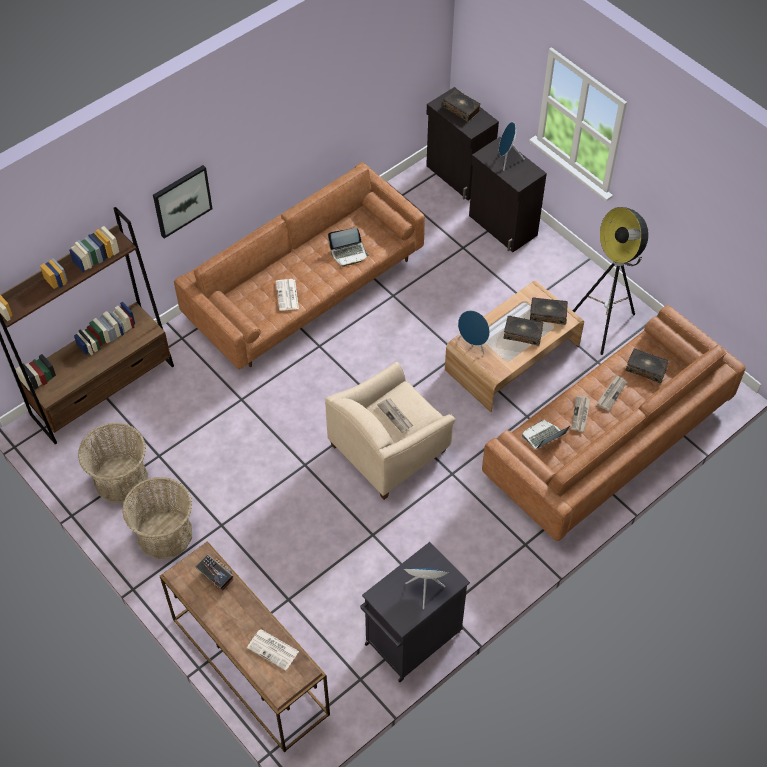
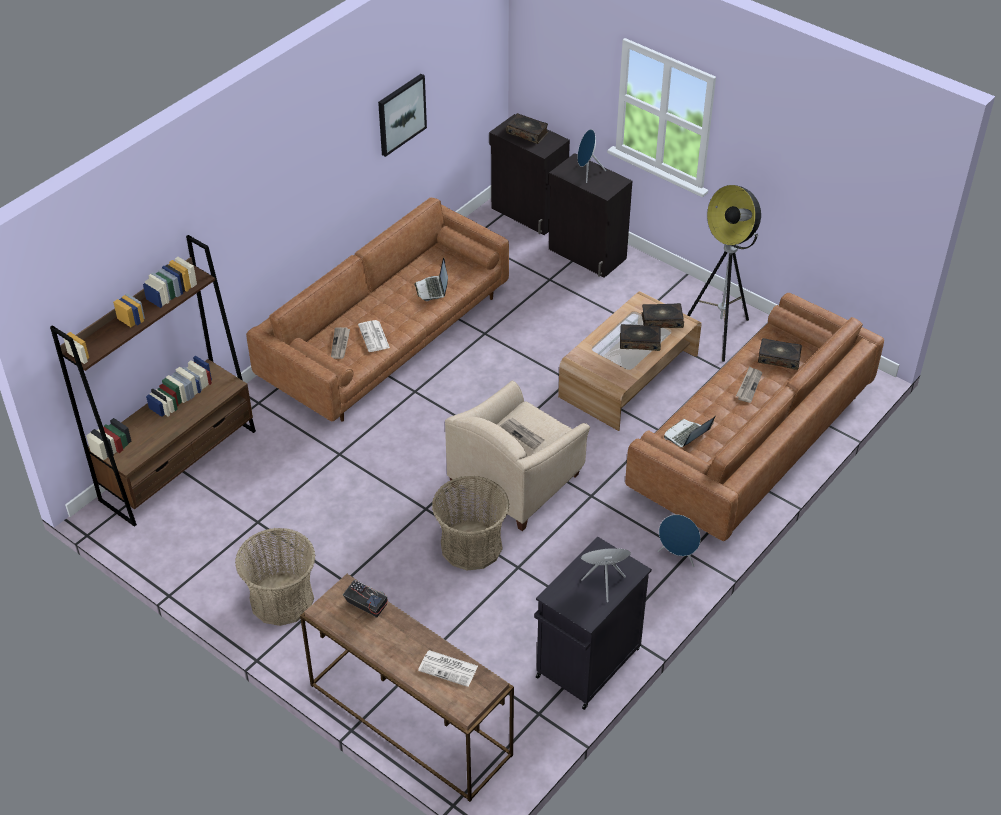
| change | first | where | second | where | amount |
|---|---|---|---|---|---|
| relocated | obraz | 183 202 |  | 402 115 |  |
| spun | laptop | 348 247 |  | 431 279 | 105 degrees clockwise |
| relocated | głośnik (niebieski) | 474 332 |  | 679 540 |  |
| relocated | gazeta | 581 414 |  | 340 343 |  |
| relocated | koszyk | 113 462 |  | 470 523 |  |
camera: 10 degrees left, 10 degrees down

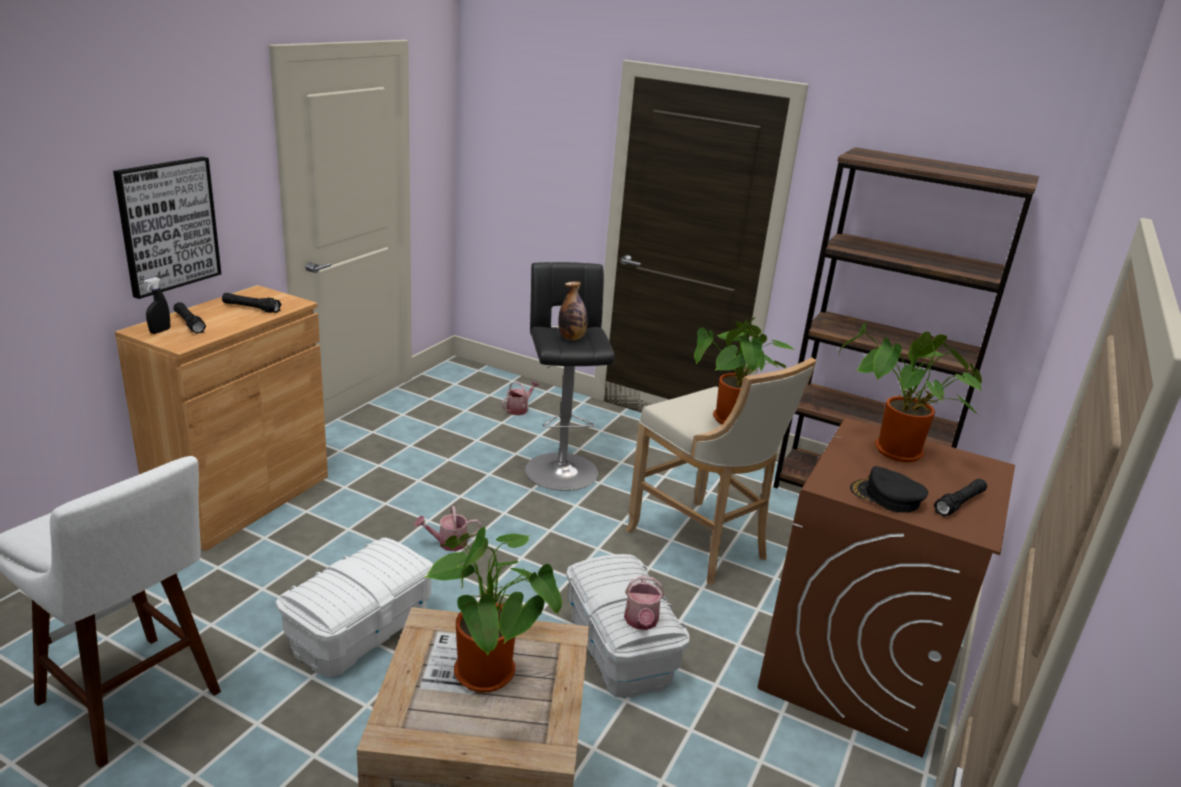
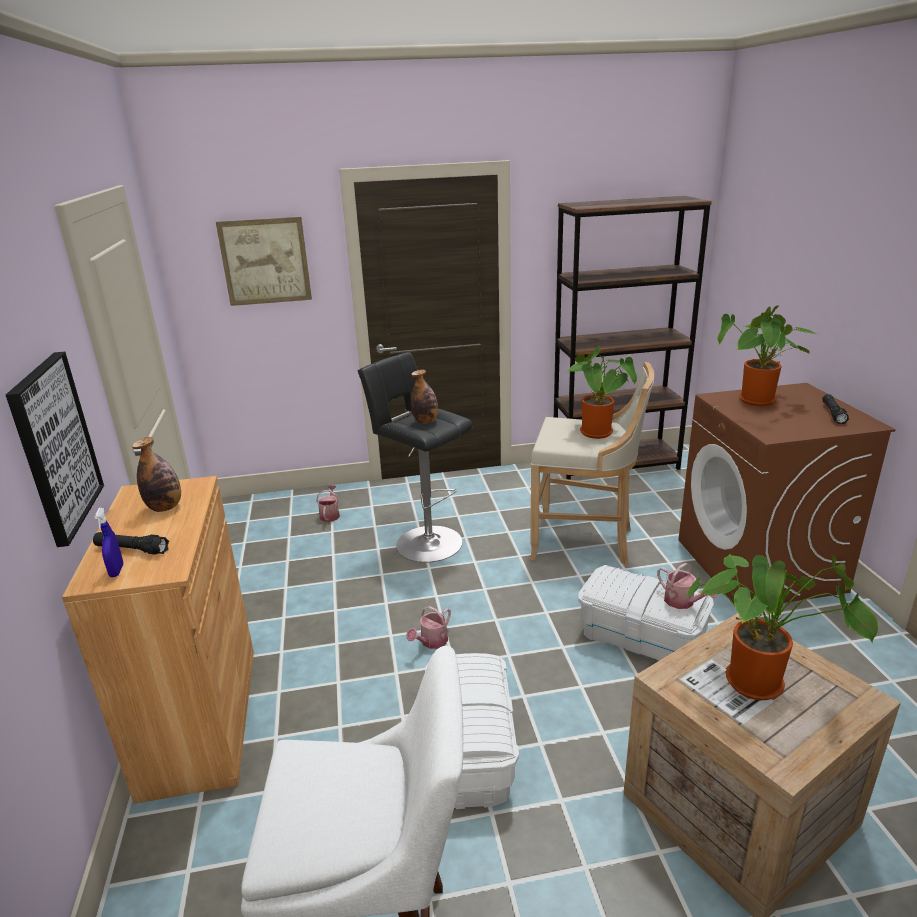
| change | first | where | second | where | amount |
|---|---|---|---|---|---|
| colour | spryskiwacz (czarny) | 157 305 | spryskiwacz (niebieski) | 108 542 |  |
| exchanged | latarka (czarny) | 252 303 | butelka | 156 474 |  |
| missing | czapka z daszkiem (czarny) | 889 489 |  |  |  |
| appeared |  |  | obraz | 264 261 |  |
camera: 35 degrees left, 0 degrees up

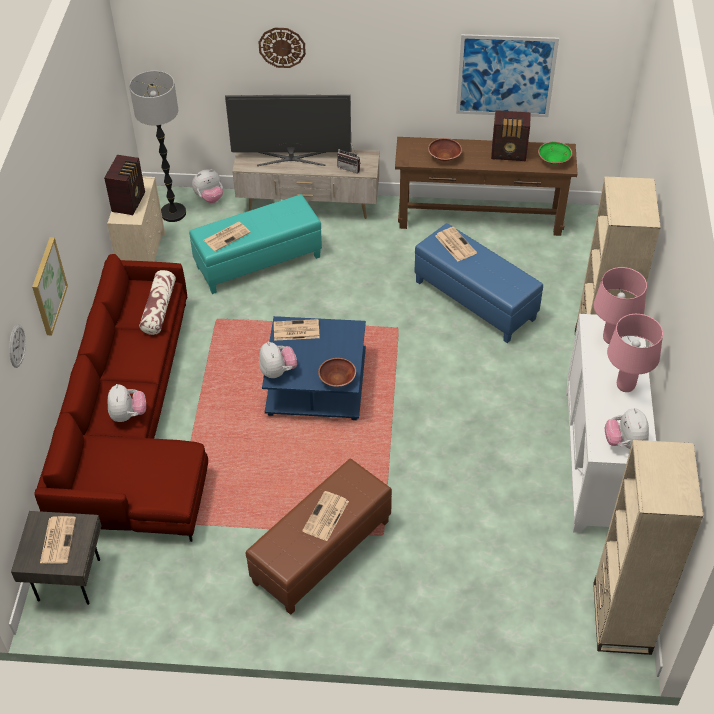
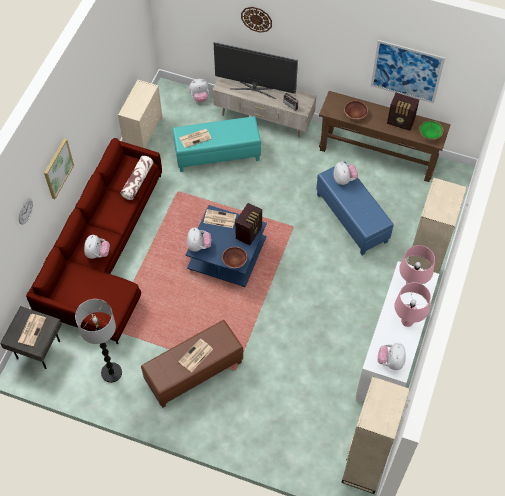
| change | first | where | second | where | amount |
|---|---|---|---|---|---|
| relocated | lampa stojąca | 157 146 |  | 98 341 |  |
| relocated | radio | 124 185 |  | 248 224 |  |
| exchanged | gazeta | 456 244 | pluszak | 346 173 |  |
camera: 15 degrees right, 10 degrees up

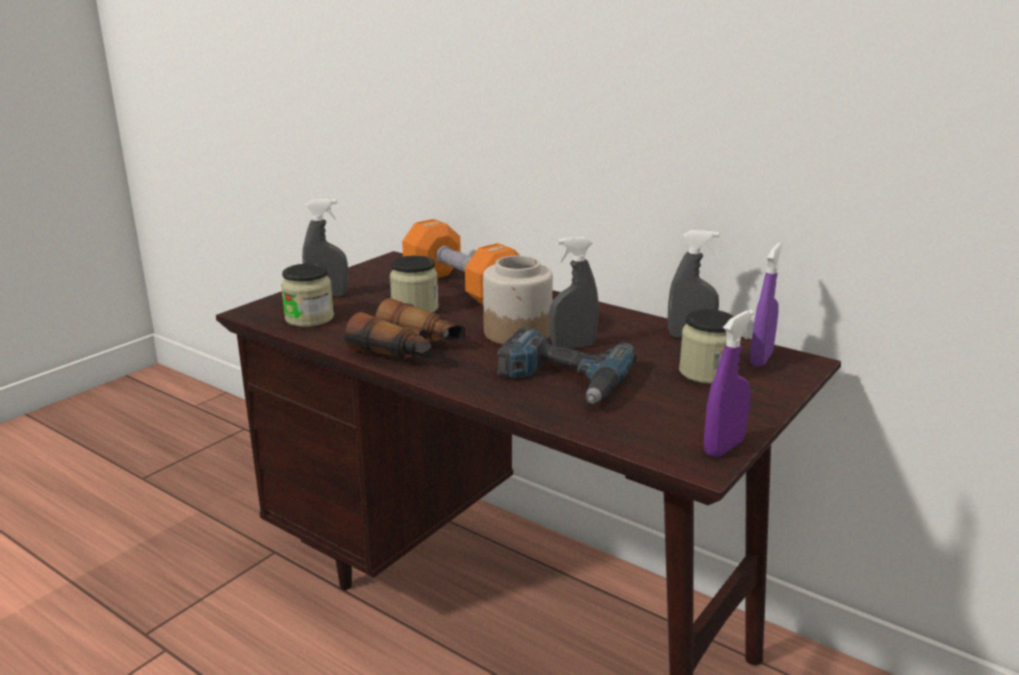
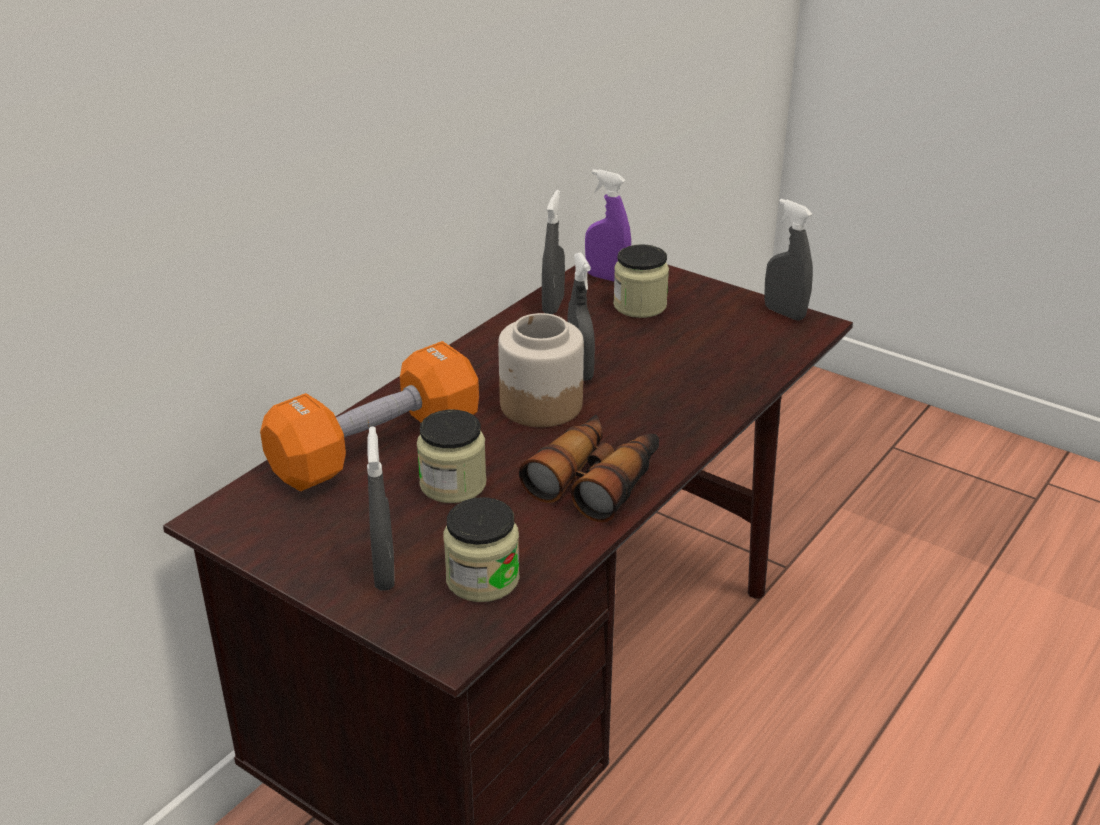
| change | first | where | second | where | amount |
|---|---|---|---|---|---|
| colour | spryskiwacz (fioletowy) | 729 383 | spryskiwacz (szary) | 788 260 |  |
| missing | wiertarka | 567 366 |  |  |  |
camera: 90 degrees left, 10 degrees up

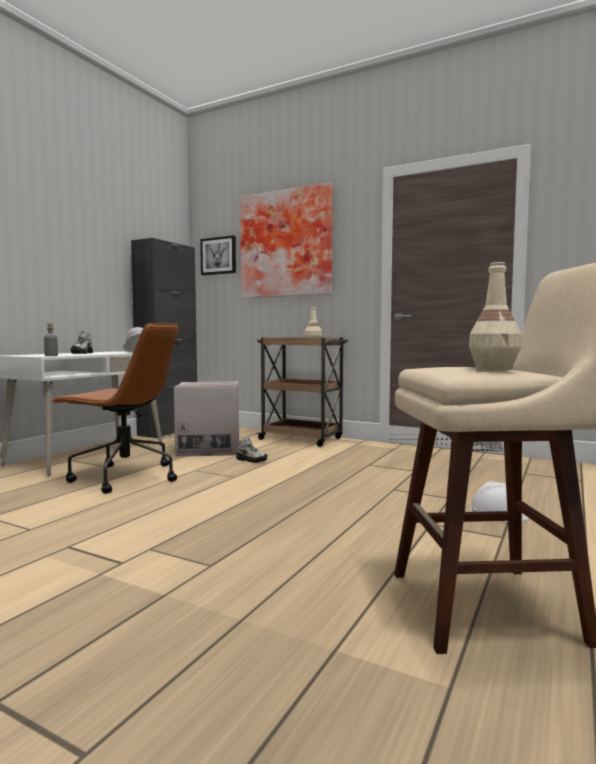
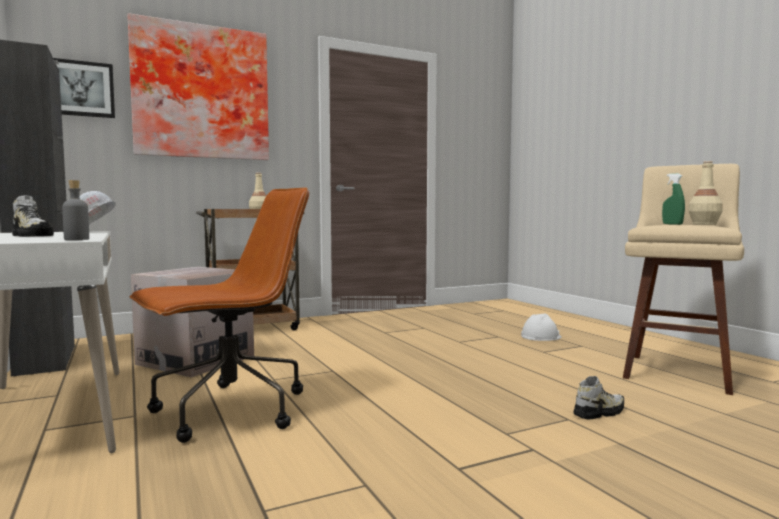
| change | first | where | second | where | amount |
|---|---|---|---|---|---|
| relocated | but | 251 450 |  | 598 397 |  |
| appeared |  |  | spryskiwacz (zielony) | 673 199 |  |
camera: 55 degrees left, 0 degrees up

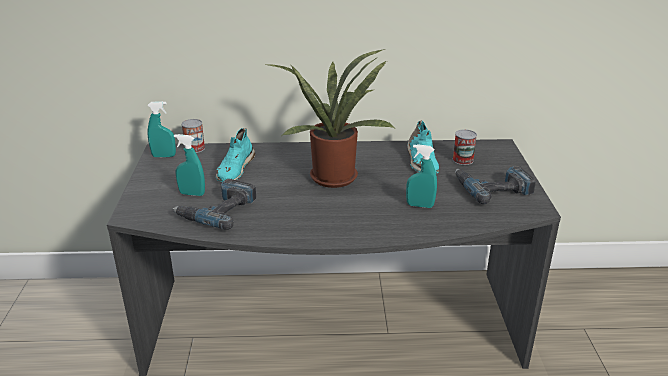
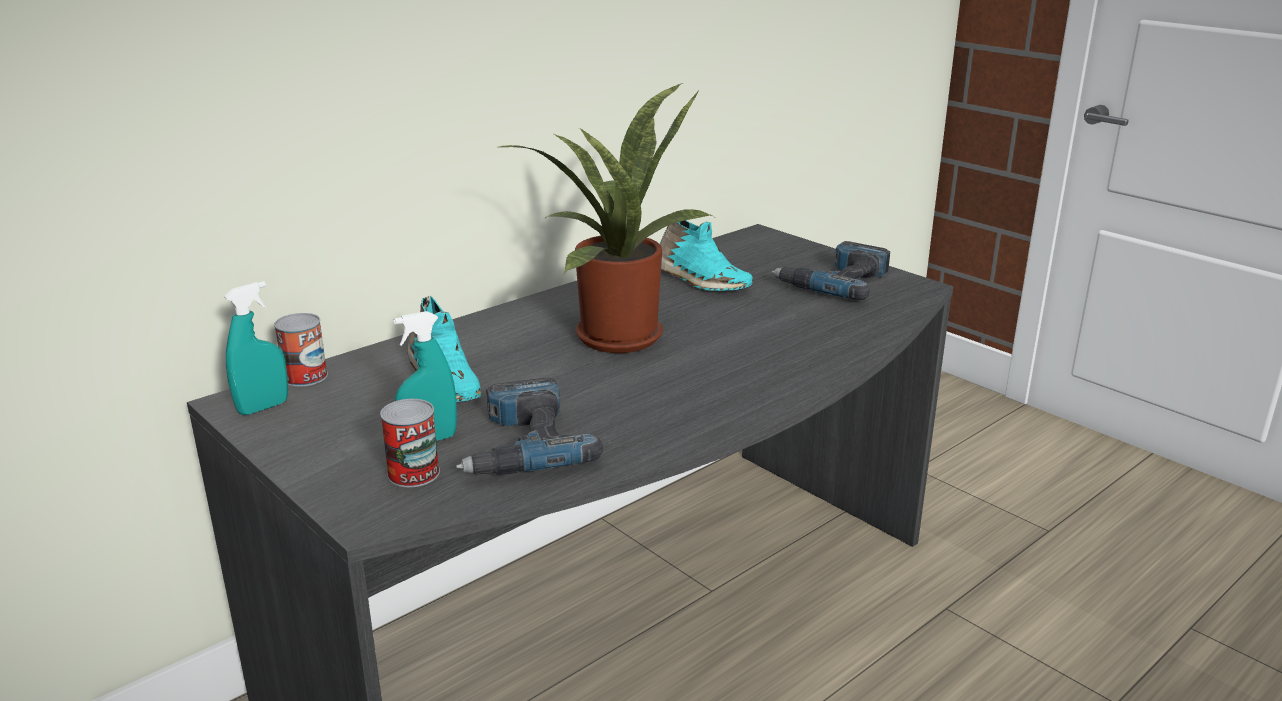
| change | first | where | second | where | amount |
|---|---|---|---|---|---|
| relocated | puszka | 465 147 |  | 410 443 |  |
| missing | spryskiwacz (turkusowy) | 421 176 |  |  |  |
camera: 40 degrees left, 5 degrees down

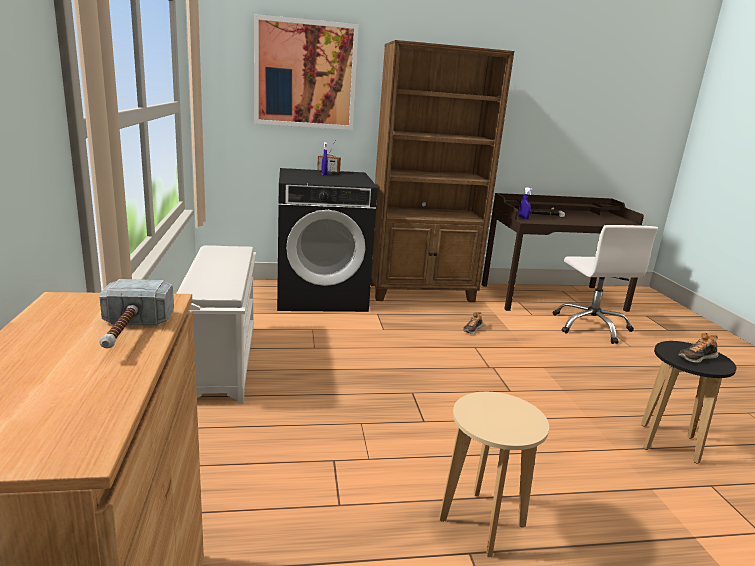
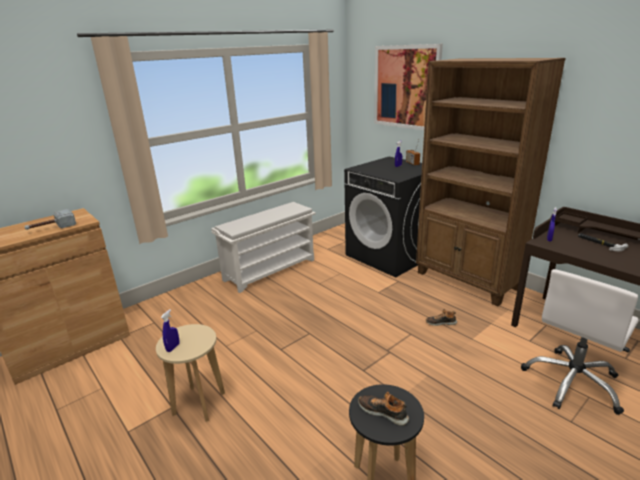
| change | first | where | second | where | amount |
|---|---|---|---|---|---|
| appeared |  |  | spryskiwacz (niebieski) | 170 330 |  |
camera: 60 degrees right, 5 degrees up

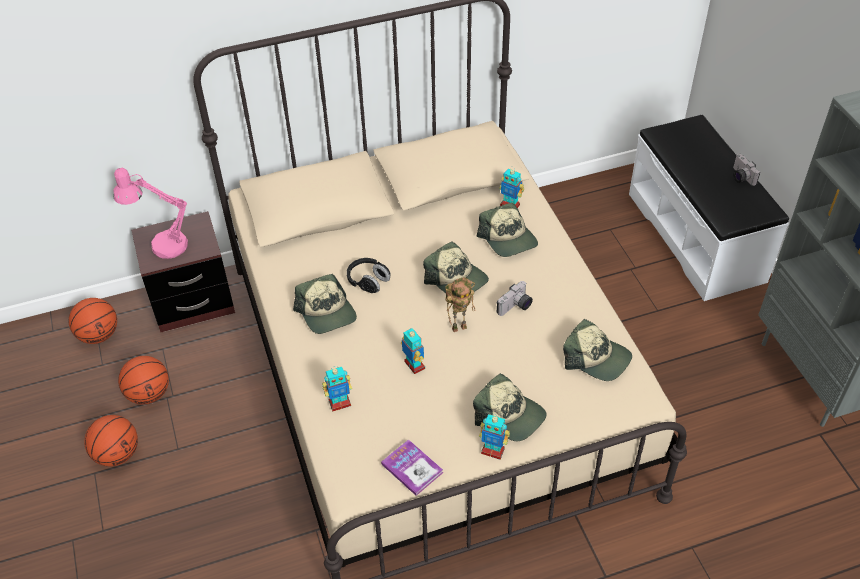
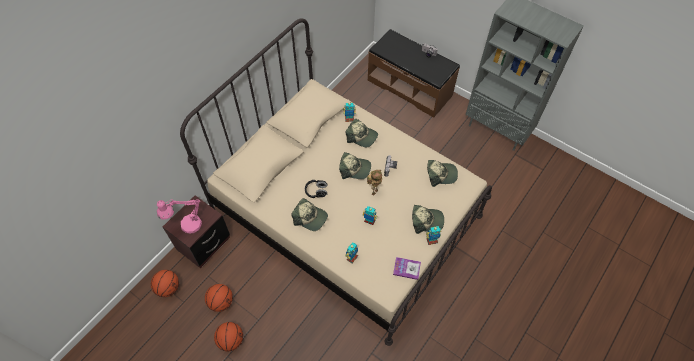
| change | first | where | second | where | amount |
|---|---|---|---|---|---|
| colour | ławka (biały) | 709 208 | ławka (brązowy) | 414 73 |  |
camera: 35 degrees left, 10 degrees up

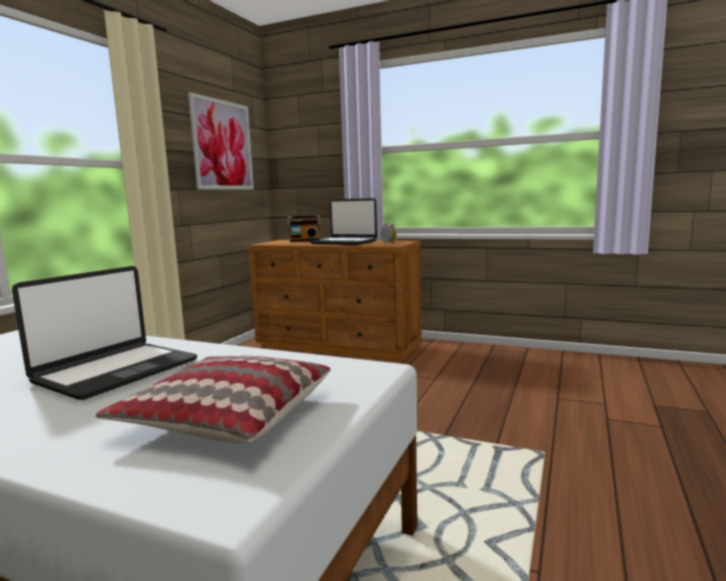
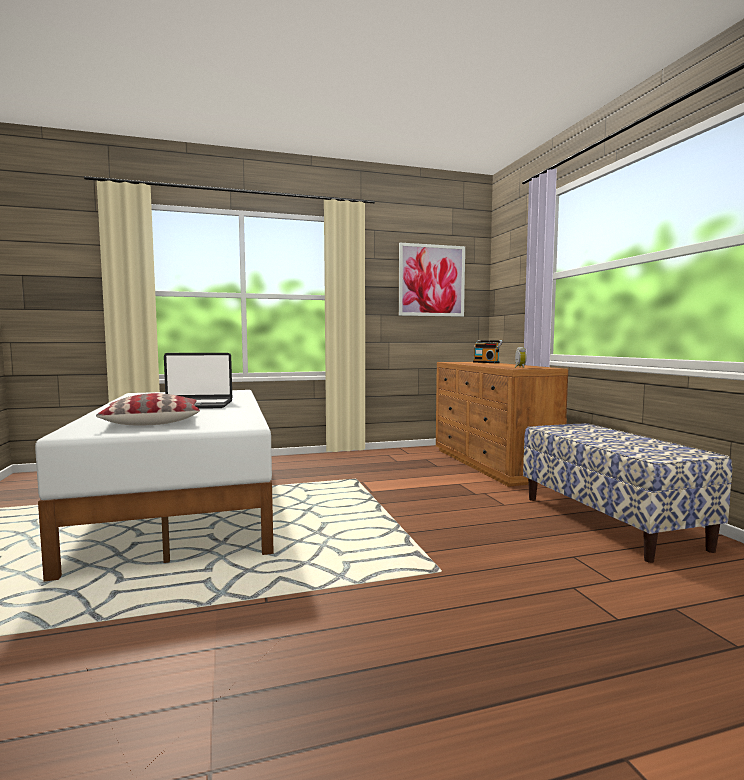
| change | first | where | second | where | amount |
|---|---|---|---|---|---|
| missing | laptop | 343 221 |  |  |  |
| appeared |  |  | ławka | 627 493 |  |
camera: 50 degrees right, 5 degrees down

